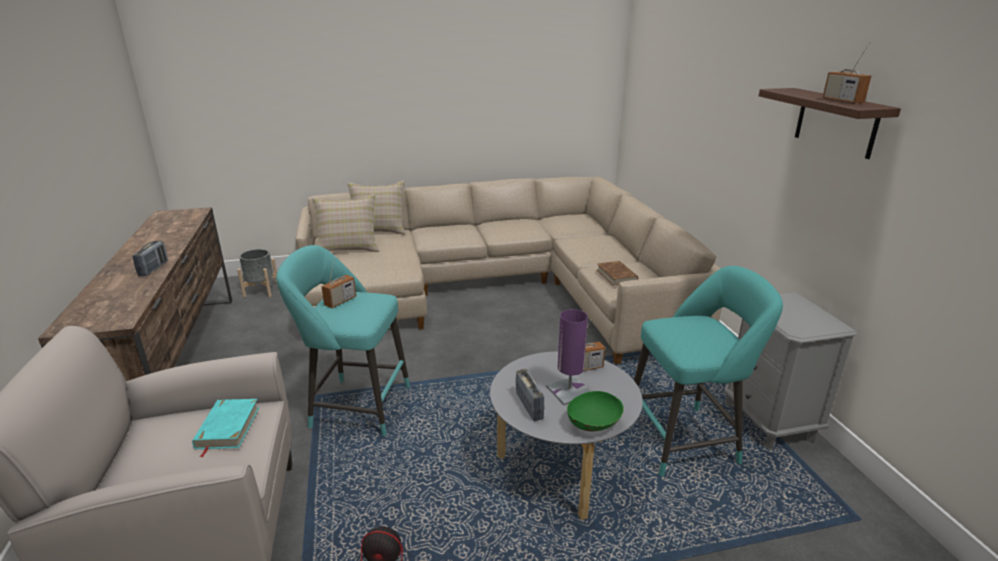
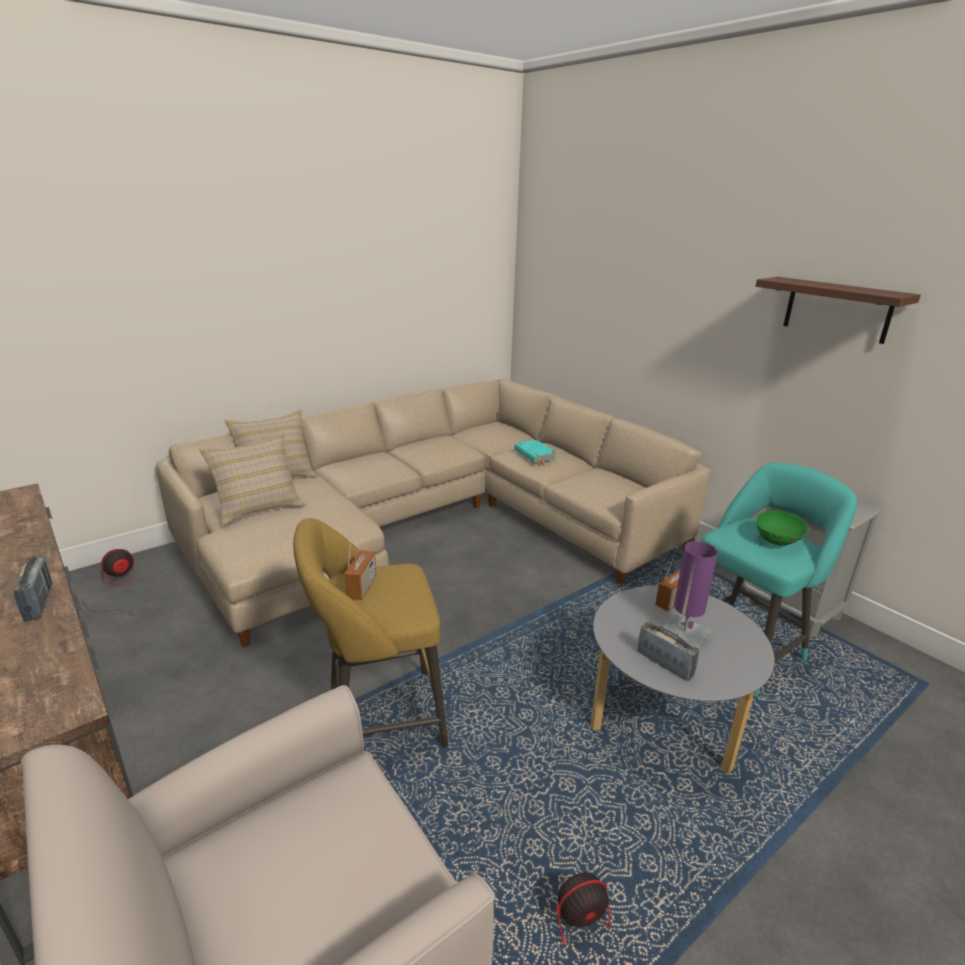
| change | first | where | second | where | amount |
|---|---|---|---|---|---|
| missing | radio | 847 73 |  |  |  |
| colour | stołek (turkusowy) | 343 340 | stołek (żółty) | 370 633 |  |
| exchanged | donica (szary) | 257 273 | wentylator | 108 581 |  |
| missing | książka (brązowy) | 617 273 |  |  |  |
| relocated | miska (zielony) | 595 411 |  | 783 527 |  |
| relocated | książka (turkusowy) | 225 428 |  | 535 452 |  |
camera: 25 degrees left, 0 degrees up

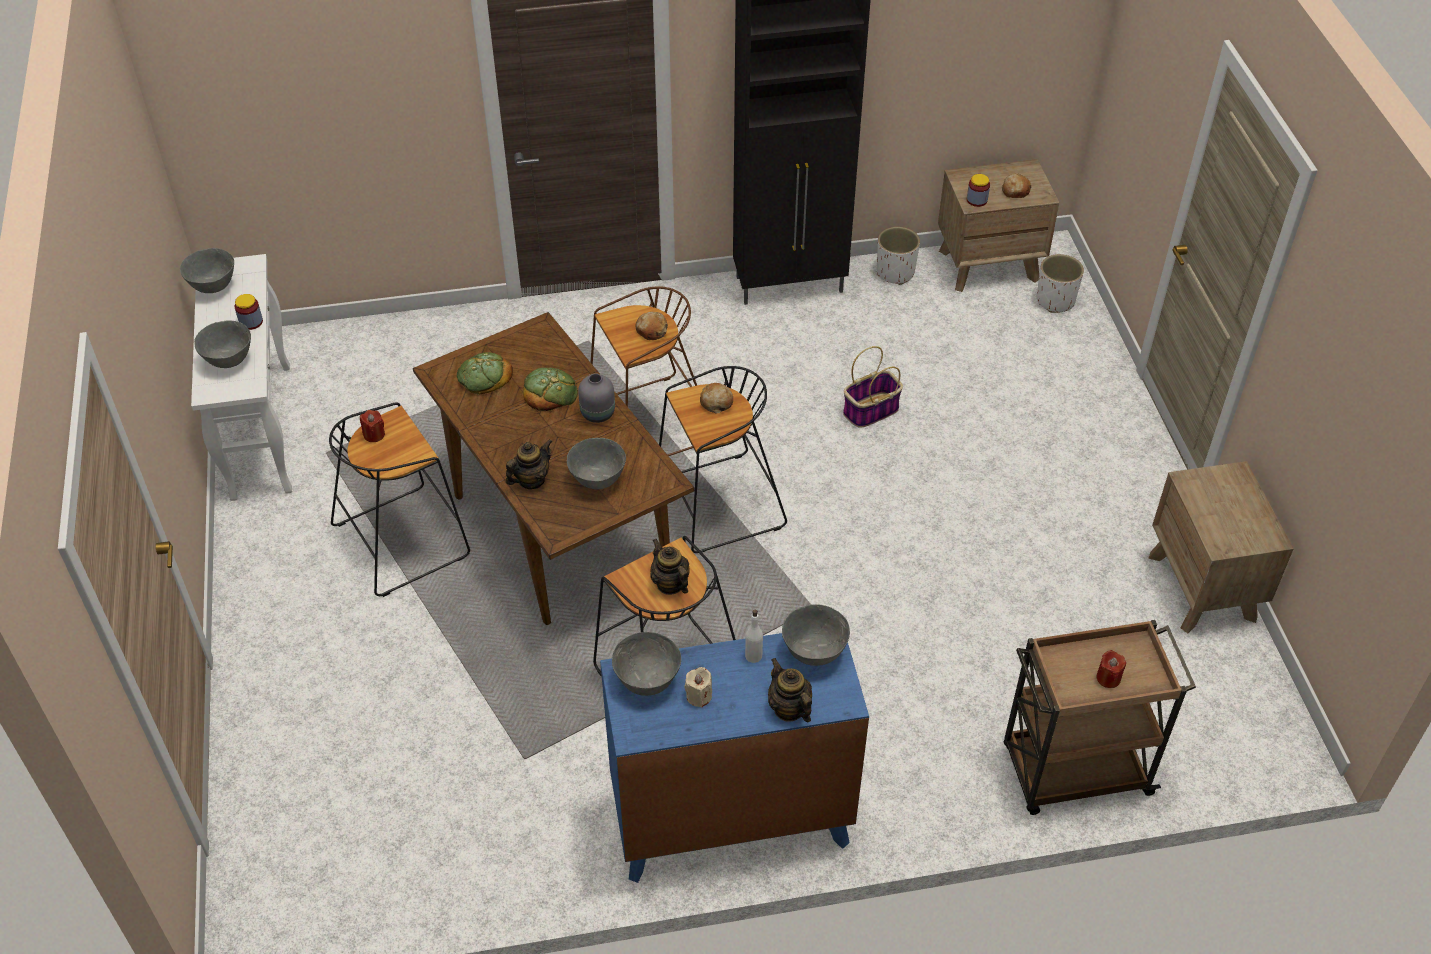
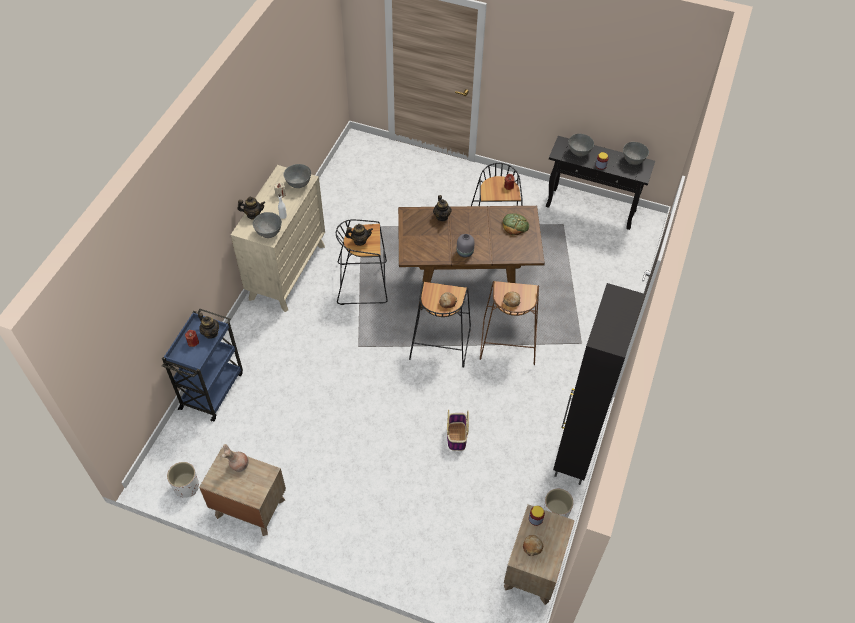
| change | first | where | second | where | amount |
|---|---|---|---|---|---|
| colour | stolik konsolowy (biały) | 241 377 | stolik konsolowy (czarny) | 600 183 |  |
| relocated | donica (biały) | 1060 283 |  | 183 480 |  |
| missing | chleb | 550 389 |  |  |  |
| missing | miska (szary) | 596 463 |  |  |  |
| colour | wózek (brązowy) | 1100 717 | wózek (niebieski) | 202 364 |  |
| colour | komoda (niebieski) | 734 758 | komoda (beżowy) | 278 238 |  |
| appeared |  |  | imbryk | 208 326 |  |
| appeared |  |  | wazon (brązowy) | 235 458 |  |
camera: 120 degrees right, 5 degrees up

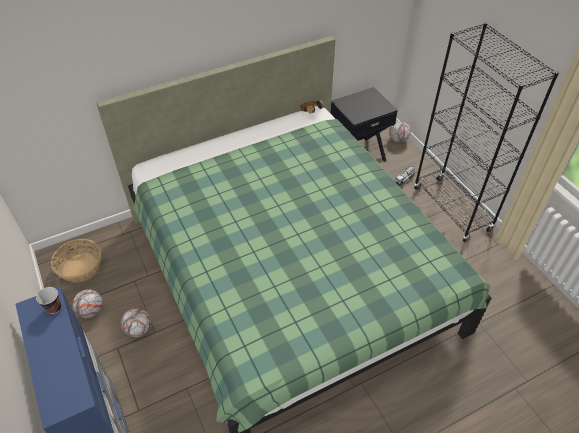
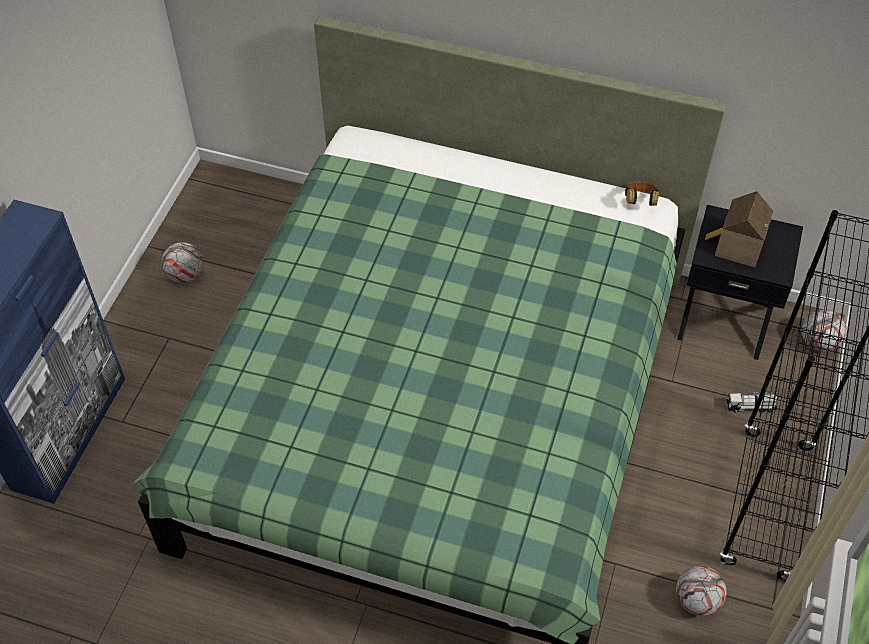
| change | first | where | second | where | amount |
|---|---|---|---|---|---|
| missing | koszyk | 76 261 |  |  |  |
| missing | filiżanka | 48 300 |  |  |  |
| relocated | piłka futbolowa | 136 322 |  | 701 590 |  |
| appeared |  |  | domek | 739 229 |  |
camera: 45 degrees right, 5 degrees up

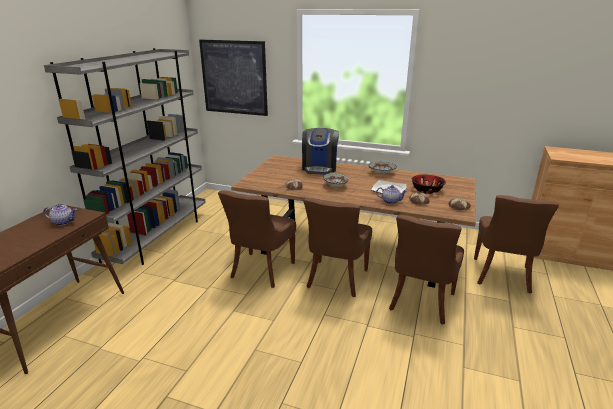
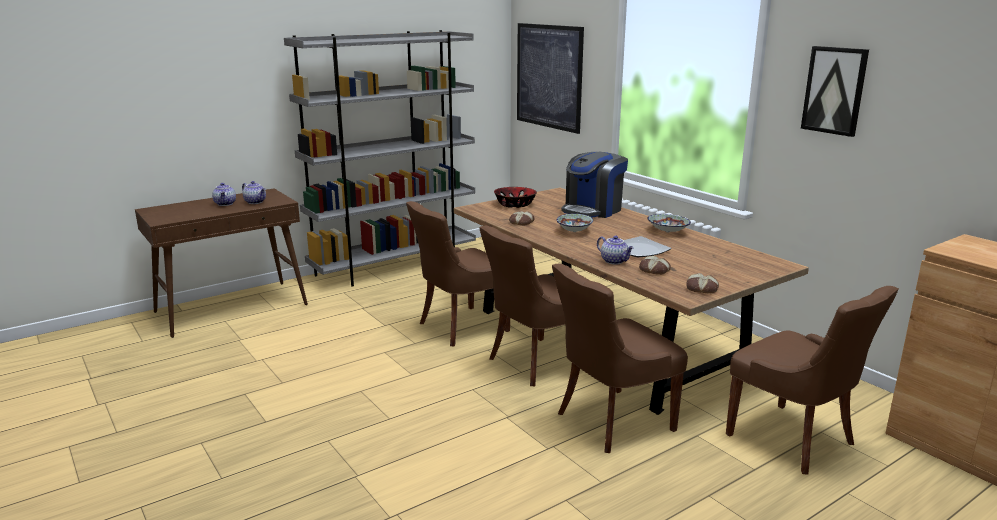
| change | first | where | second | where | amount |
|---|---|---|---|---|---|
| relocated | miska | 429 184 |  | 515 197 |  |
| spun | krzesło (brązowy) | 516 244 |  | 812 380 | 90 degrees counterclockwise |
| appeared |  |  | obraz | 835 91 |  |
| appeared |  |  | imbryk | 224 194 |  |
camera: 35 degrees right, 5 degrees down

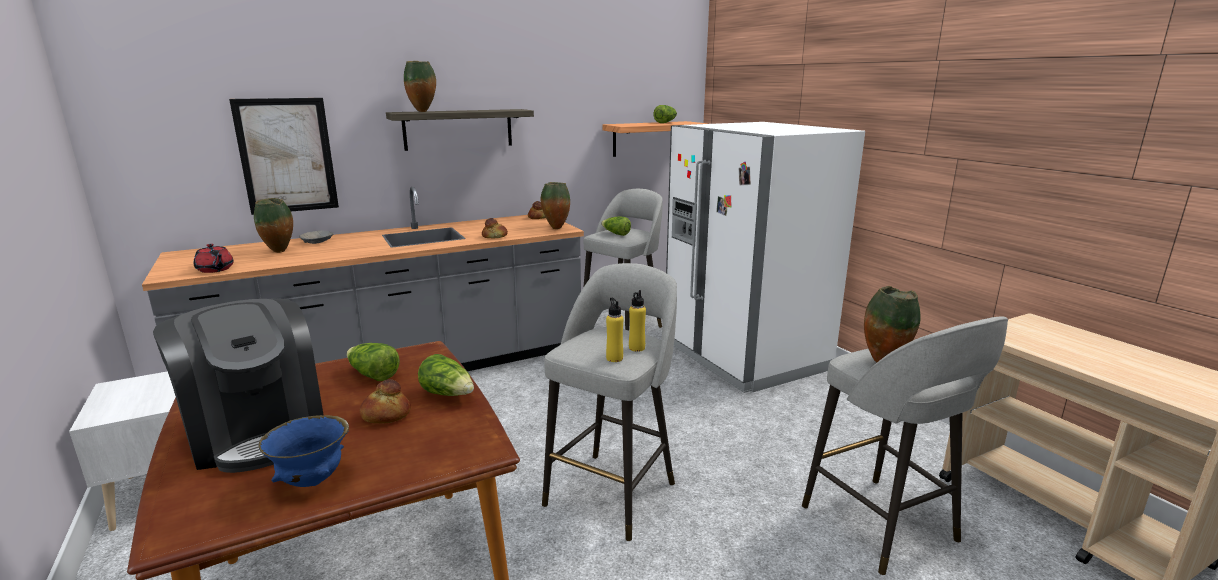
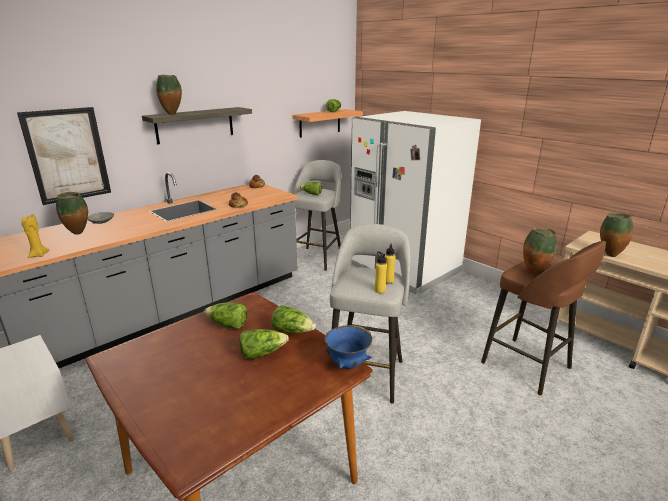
| change | first | where | second | where | amount |
|---|---|---|---|---|---|
| relocated | wazon | 555 205 |  | 616 235 |  |
| exchanged | imbryk (czerwony) | 214 258 | świeca (żółty) | 36 236 |  |
| missing | ekspres do kawy | 238 386 |  |  |  |
| colour | stołek (szary) | 905 446 | stołek (brązowy) | 543 318 |  |
| exchanged | chleb | 385 401 | sałata | 264 344 |  |
| relocated | miska (niebieski) | 303 451 |  | 348 347 |  |
camera: 15 degrees left, 5 degrees up

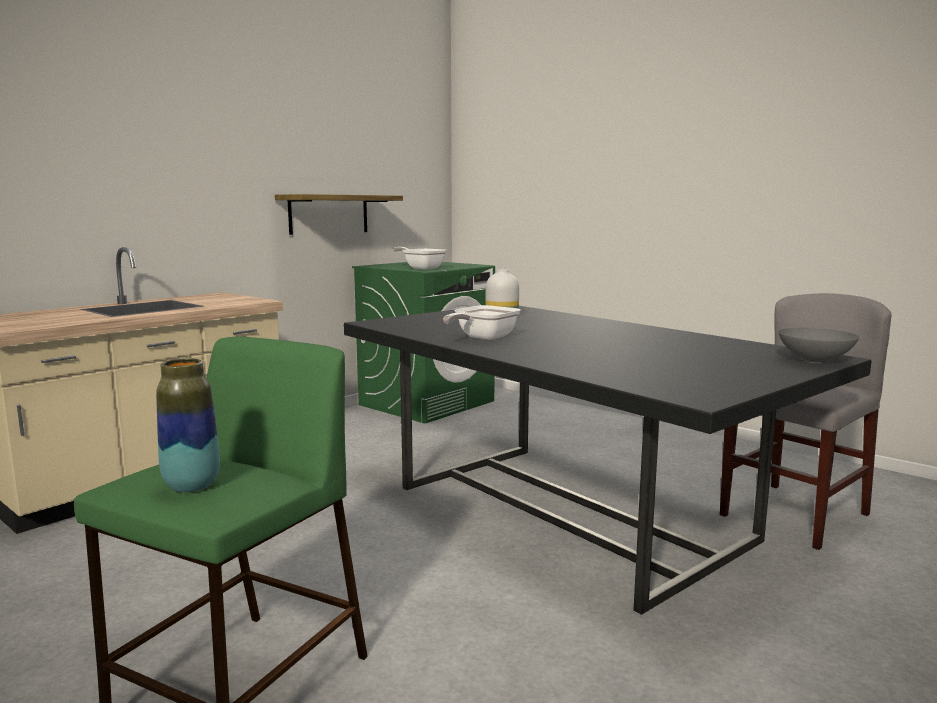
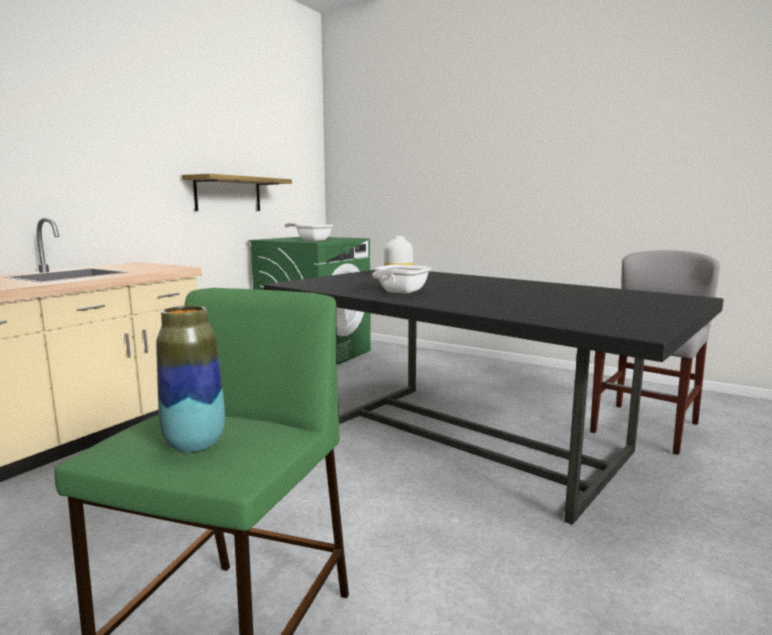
| change | first | where | second | where | amount |
|---|---|---|---|---|---|
| missing | miska (szary) | 818 345 |  |  |  |
camera: 10 degrees left, 0 degrees up

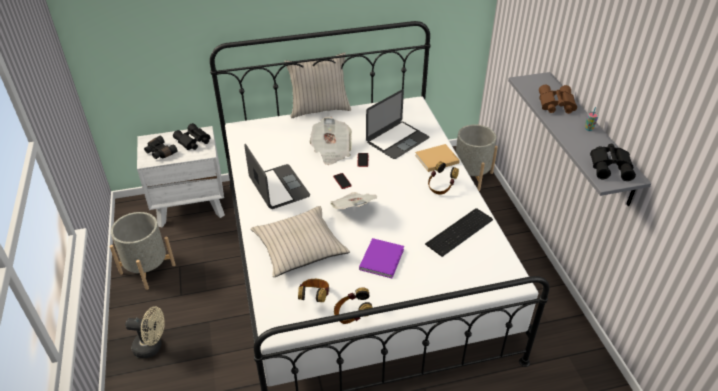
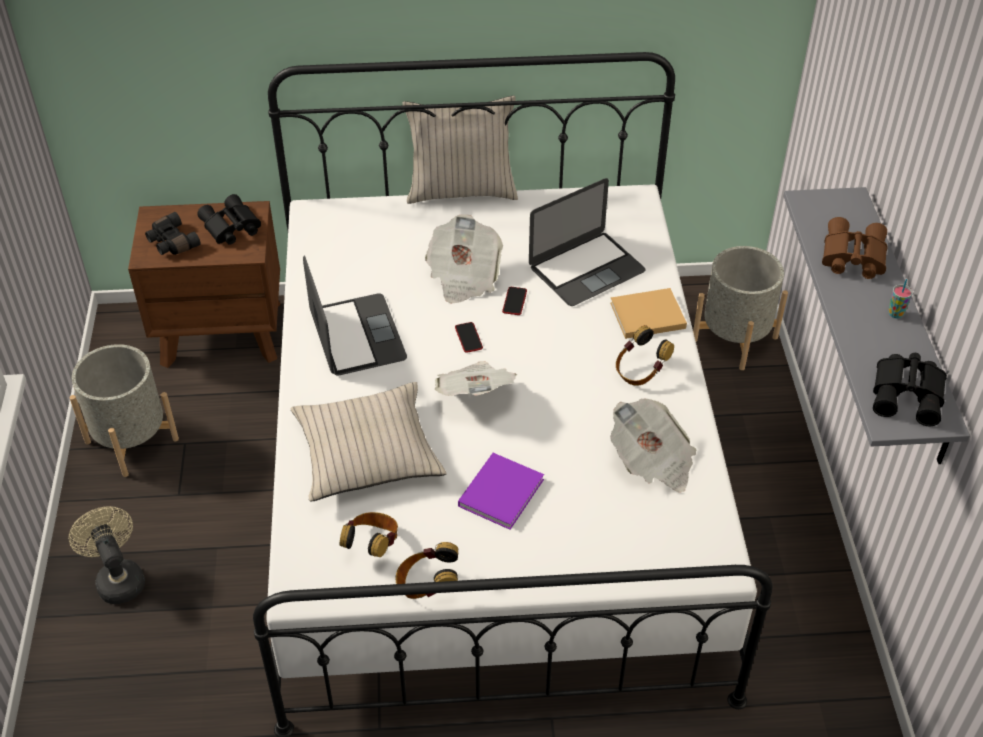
| change | first | where | second | where | amount |
|---|---|---|---|---|---|
| colour | szafka nocna (biały) | 181 176 | szafka nocna (brązowy) | 204 284 |  |
| exchanged | klawiatura | 459 232 | gazeta | 653 445 |  |
| spun | wentylator (beżowy) | 145 332 |  | 107 555 | 135 degrees counterclockwise |
camera: 10 degrees right, 5 degrees up

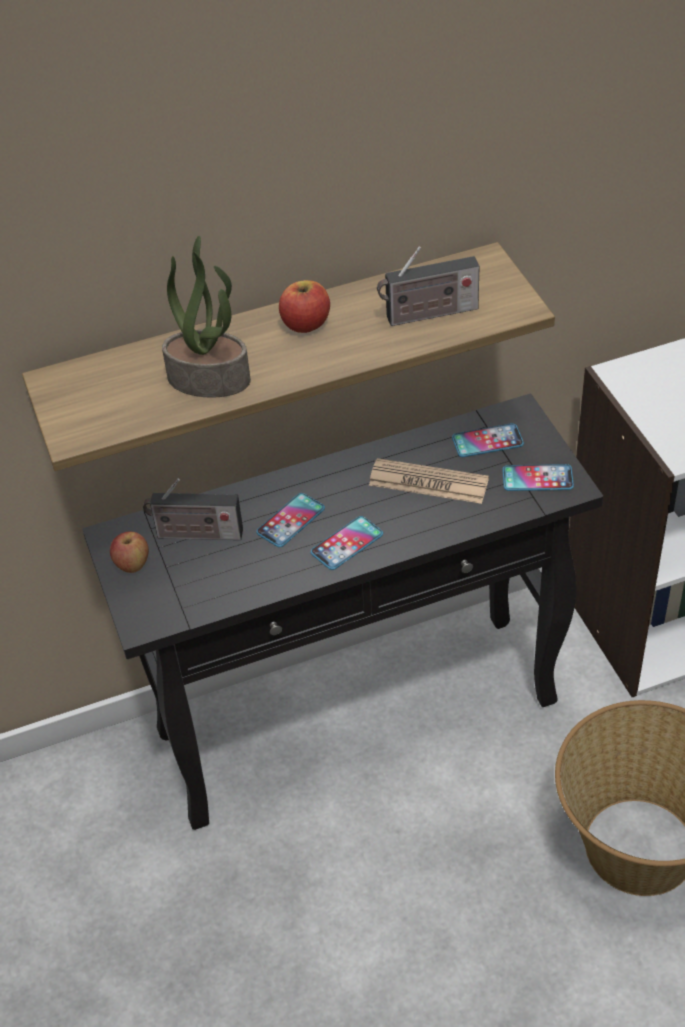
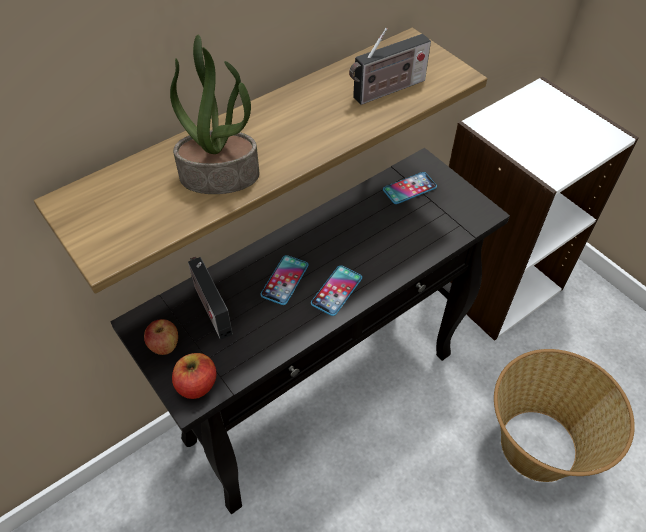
| change | first | where | second | where | amount |
|---|---|---|---|---|---|
| relocated | jabłko | 304 306 |  | 194 376 |  |
| missing | gazeta | 429 481 |  |  |  |
| missing | telefon | 538 477 |  |  |  |
| spun | radio | 193 509 |  | 210 298 | 75 degrees clockwise |
camera: 20 degrees left, 5 degrees up

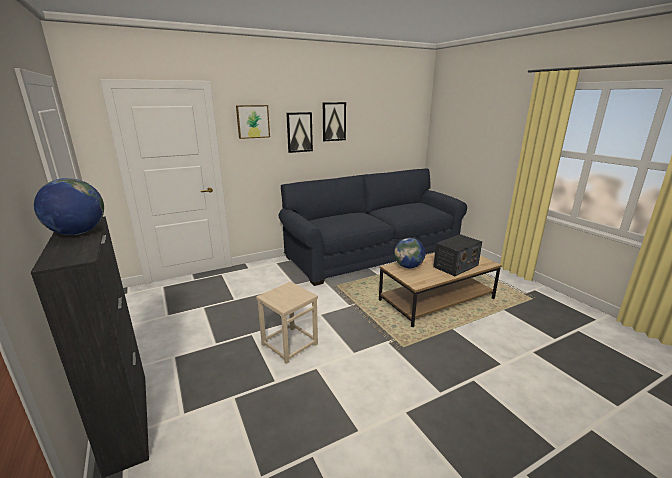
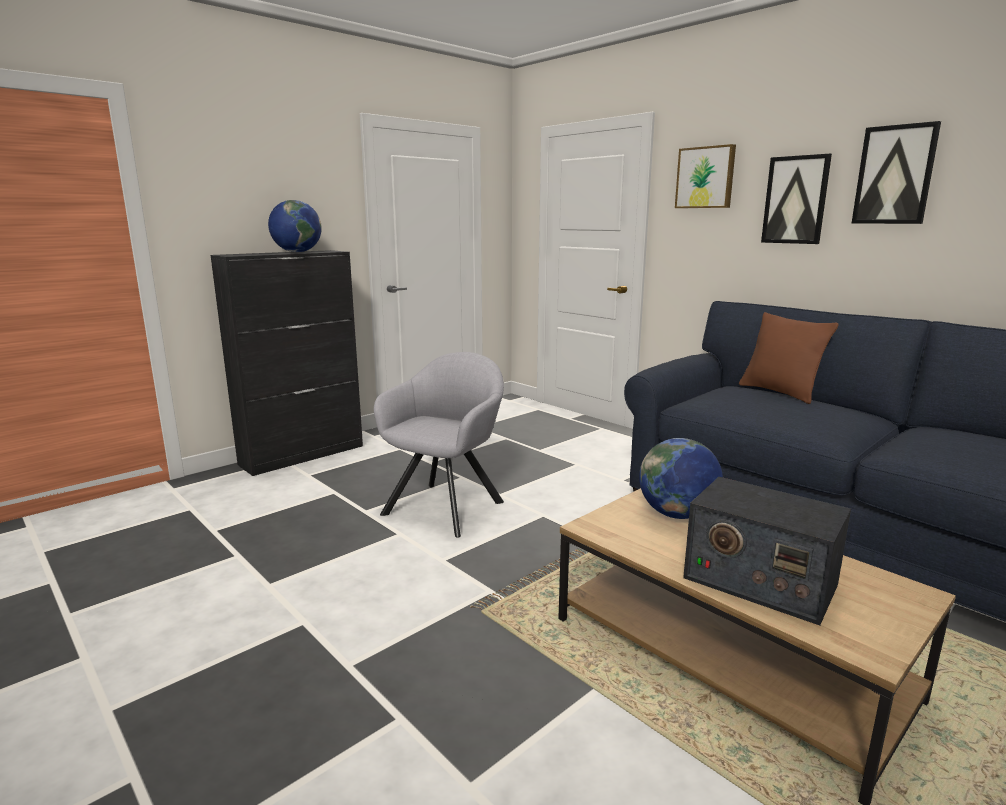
| change | first | where | second | where | amount |
|---|---|---|---|---|---|
| exchanged | stołek (beżowy) | 287 322 | fotel (szary) | 439 445 |  |
| appeared |  |  | poduszka (brązowy) | 789 358 |  |
camera: 75 degrees right, 5 degrees down

